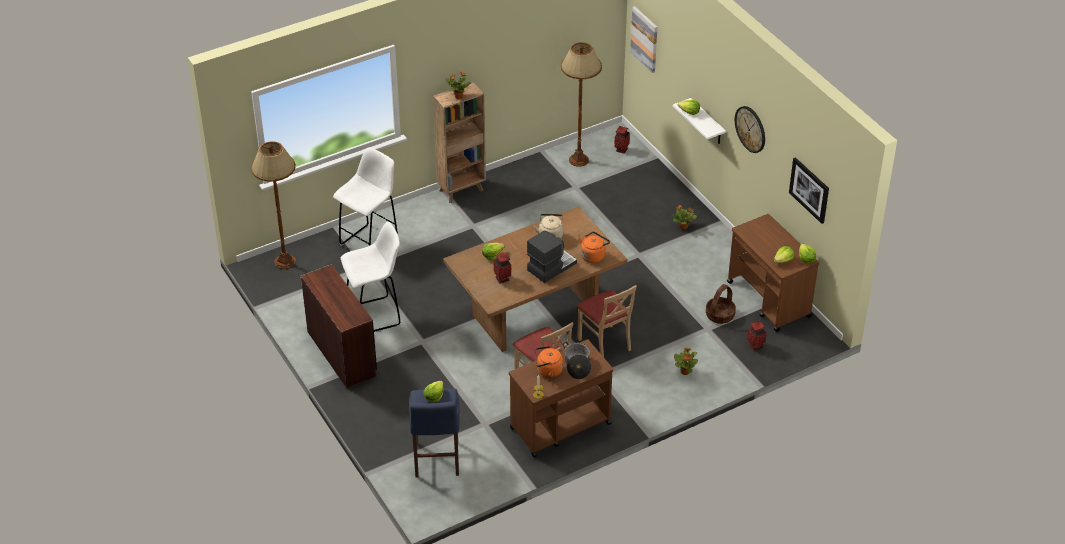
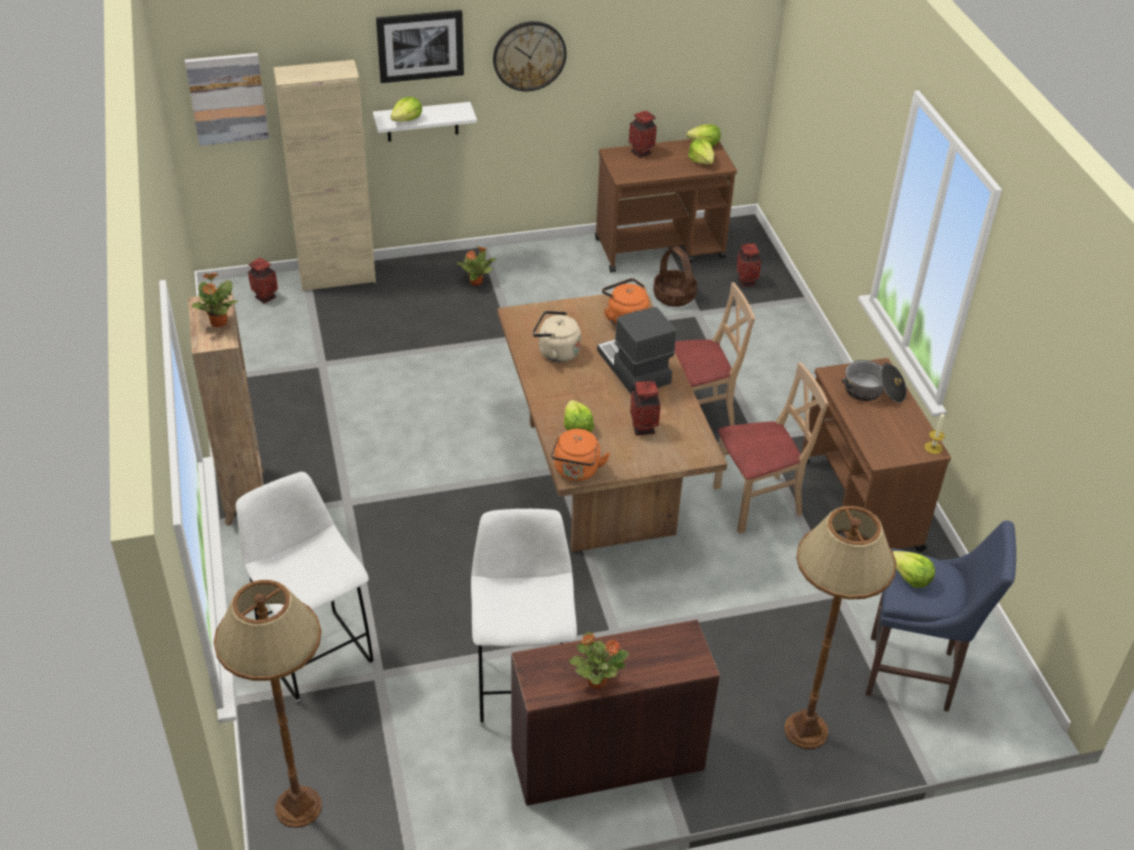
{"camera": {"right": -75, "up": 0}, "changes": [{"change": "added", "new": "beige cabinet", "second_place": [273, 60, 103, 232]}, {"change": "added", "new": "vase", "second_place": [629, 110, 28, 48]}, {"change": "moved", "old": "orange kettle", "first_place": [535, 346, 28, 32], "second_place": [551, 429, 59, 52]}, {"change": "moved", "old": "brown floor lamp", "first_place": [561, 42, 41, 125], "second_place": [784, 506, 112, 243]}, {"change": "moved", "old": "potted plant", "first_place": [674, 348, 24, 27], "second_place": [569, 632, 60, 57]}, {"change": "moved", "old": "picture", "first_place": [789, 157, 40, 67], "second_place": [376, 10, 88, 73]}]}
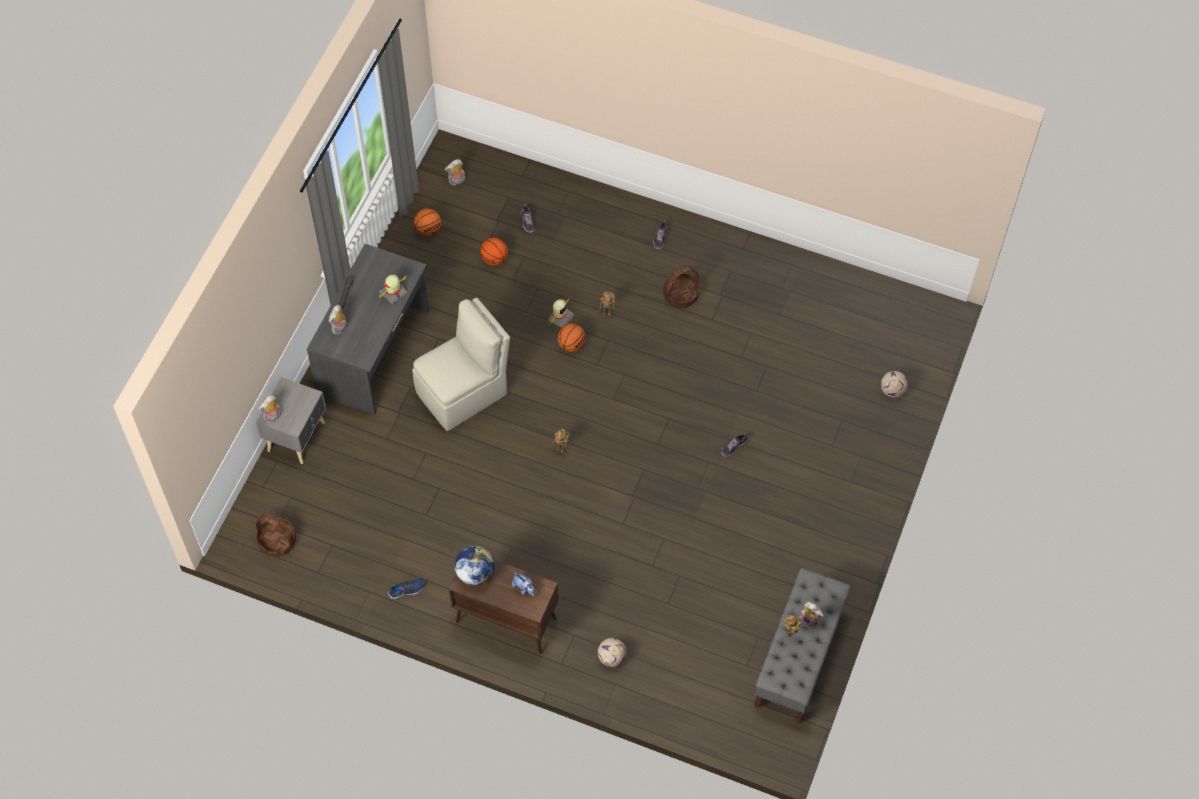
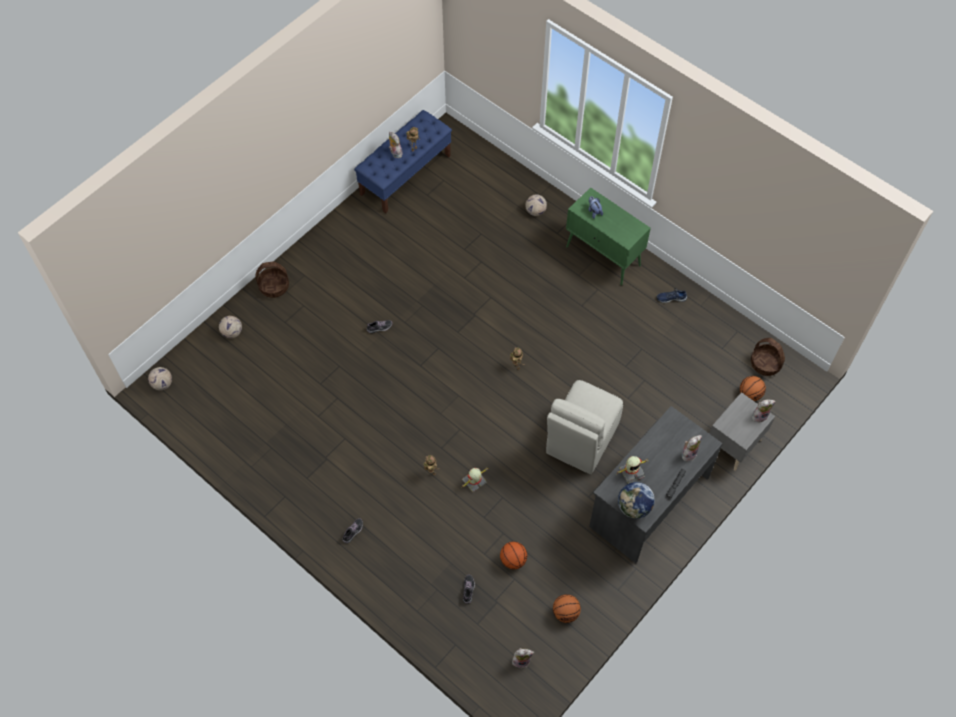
{"camera": {"right": -160, "up": 0}, "changes": [{"change": "added", "new": "football", "second_place": [148, 367, 24, 23]}, {"change": "moved", "old": "globe", "first_place": [455, 545, 40, 41], "second_place": [618, 482, 37, 37]}, {"change": "moved", "old": "basketball", "first_place": [557, 324, 29, 28], "second_place": [740, 376, 26, 25]}, {"change": "moved", "old": "basket", "first_place": [663, 265, 36, 43], "second_place": [256, 261, 33, 37]}, {"change": "recoloured", "old": "brown cabinet", "new": "green cabinet", "first_place": [449, 560, 109, 94], "second_place": [566, 187, 85, 98]}, {"change": "recoloured", "old": "grey bench", "new": "blue bench", "first_place": [754, 568, 97, 155], "second_place": [354, 110, 98, 104]}, {"change": "turned", "old": "beige chair", "first_place": [412, 298, 98, 133], "second_place": [546, 380, 77, 94], "degrees": -45}]}
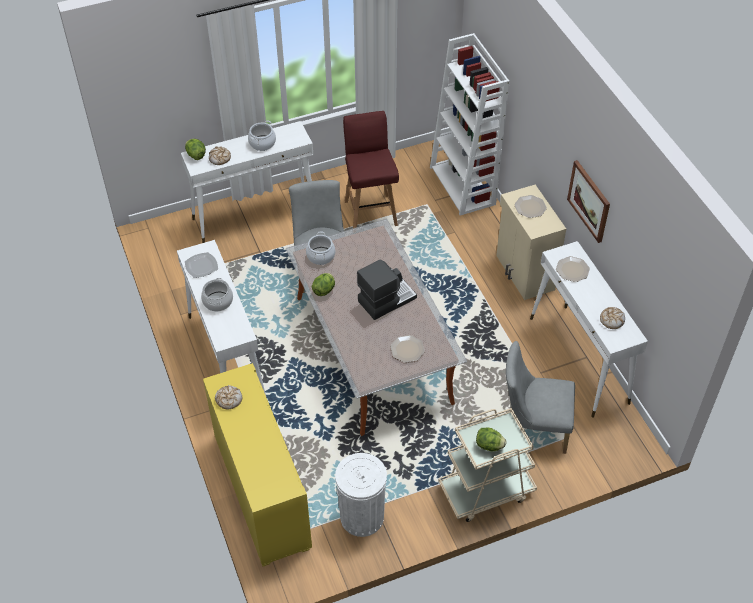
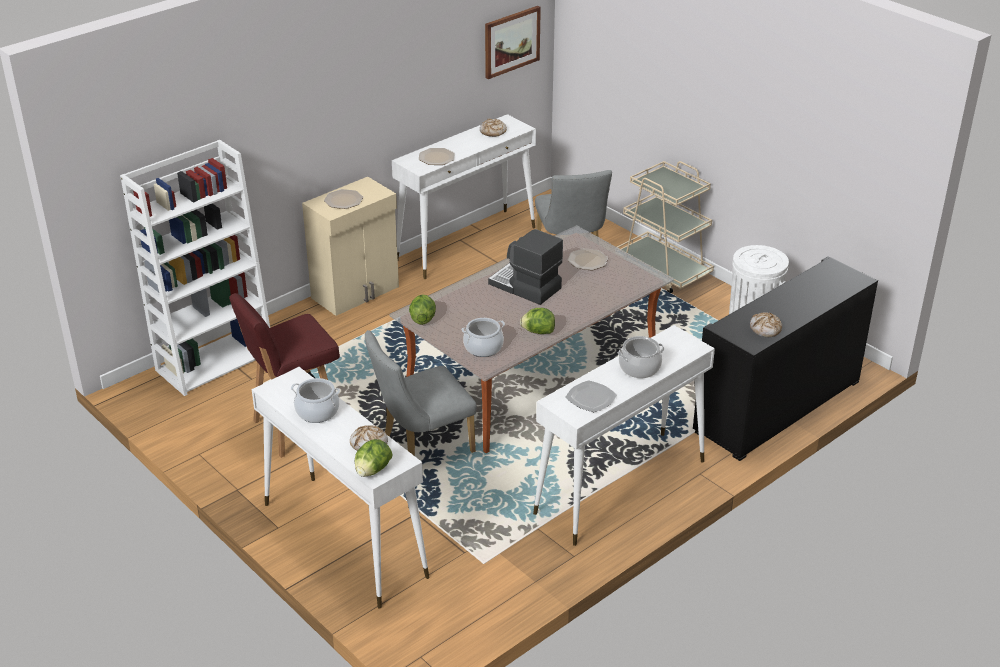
{"camera": {"right": -110, "up": -15}, "changes": [{"change": "moved", "old": "lettuce", "first_place": [476, 428, 30, 23], "second_place": [409, 295, 27, 30]}, {"change": "moved", "old": "picture", "first_place": [567, 160, 43, 83], "second_place": [485, 6, 56, 73]}, {"change": "recoloured", "old": "yellow cabinet", "new": "black cabinet", "first_place": [203, 363, 109, 204], "second_place": [693, 256, 185, 205]}]}
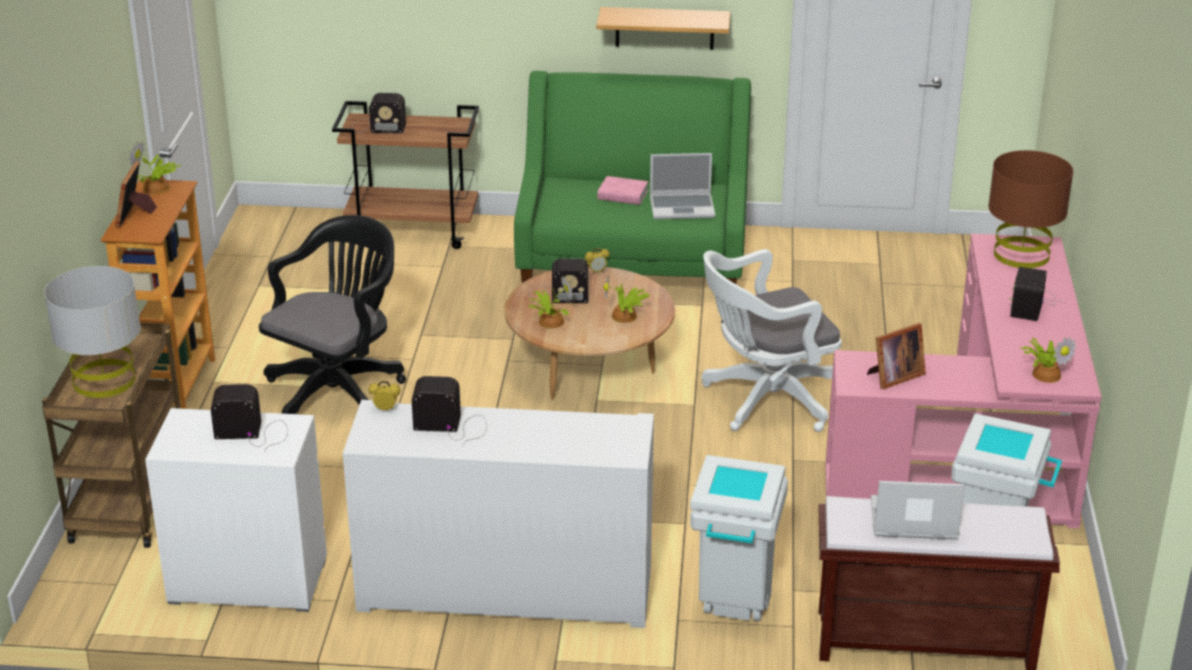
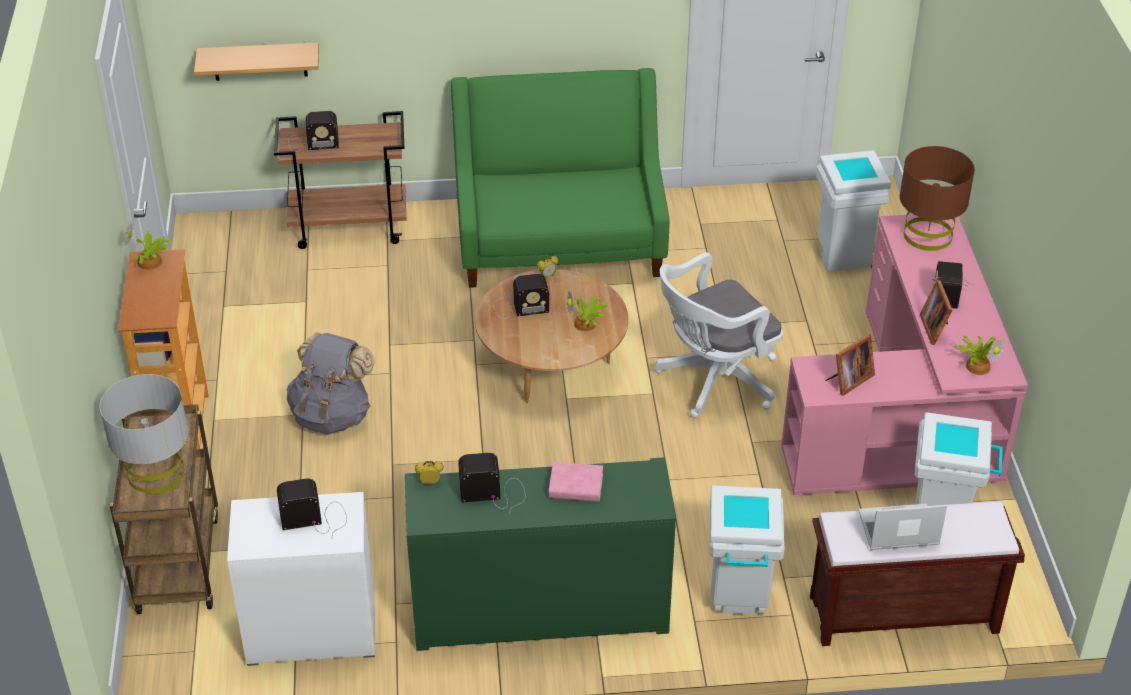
{"camera": {"right": -10, "up": 10}, "changes": [{"change": "removed", "old": "potted plant", "first_place": [529, 276, 44, 52]}, {"change": "removed", "old": "laptop", "first_place": [650, 153, 65, 66]}, {"change": "added", "new": "white trash can", "second_place": [816, 150, 75, 121]}, {"change": "moved", "old": "picture frame", "first_place": [115, 161, 42, 67], "second_place": [920, 280, 33, 65]}, {"change": "moved", "old": "shelf", "first_place": [596, 7, 134, 43], "second_place": [194, 42, 125, 39]}, {"change": "moved", "old": "pink book", "first_place": [597, 176, 51, 29], "second_place": [549, 462, 54, 40]}, {"change": "replaced", "old": "black office chair", "new": "grey backpack", "first_place": [259, 215, 147, 199], "second_place": [287, 332, 88, 103]}, {"change": "recoloured", "old": "white cabinet", "new": "green cabinet", "first_place": [343, 400, 311, 228], "second_place": [405, 457, 271, 194]}]}
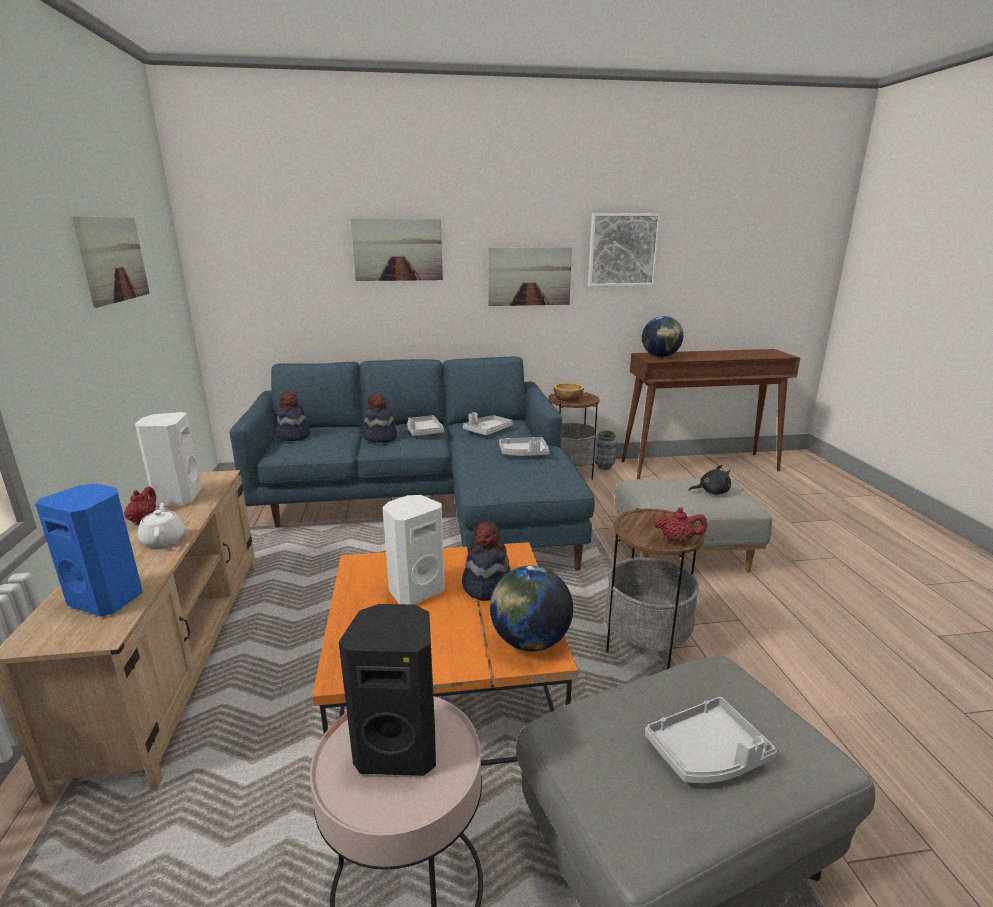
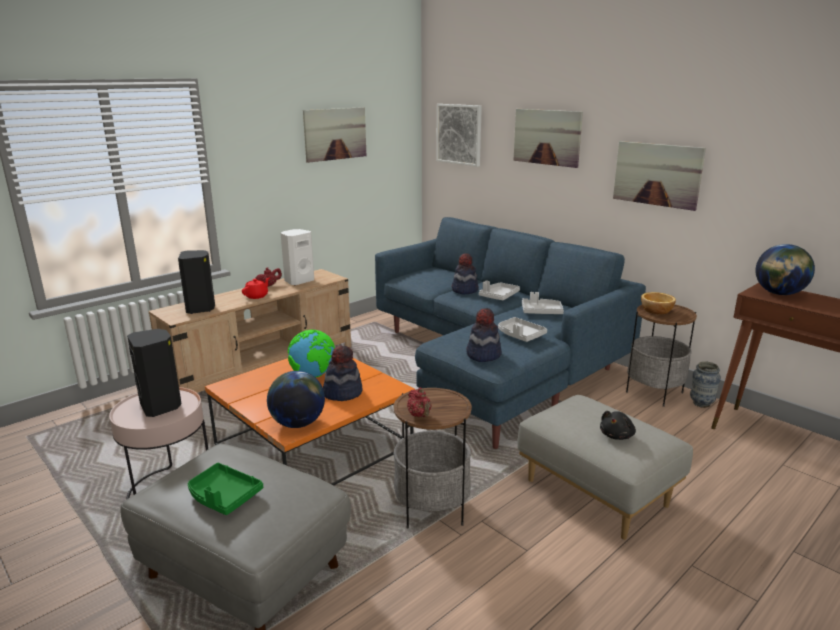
{"camera": {"right": 55, "up": 0}, "changes": [{"change": "moved", "old": "hat", "first_place": [276, 392, 35, 49], "second_place": [466, 308, 36, 54]}, {"change": "moved", "old": "picture", "first_place": [588, 213, 73, 74], "second_place": [436, 104, 46, 63]}, {"change": "replaced", "old": "white speaker", "new": "globe", "first_place": [382, 495, 63, 110], "second_place": [288, 330, 47, 48]}, {"change": "recoloured", "old": "blue speaker", "new": "black speaker", "first_place": [35, 484, 108, 133], "second_place": [178, 250, 37, 64]}, {"change": "recoloured", "old": "white teapot", "new": "red teapot", "first_place": [138, 503, 47, 44], "second_place": [242, 277, 28, 22]}, {"change": "recoloured", "old": "grey tray", "new": "green tray", "first_place": [645, 697, 132, 86], "second_place": [188, 463, 75, 52]}, {"change": "turned", "old": "black plush toy", "first_place": [689, 465, 42, 30], "second_place": [600, 411, 36, 29], "degrees": 75}]}
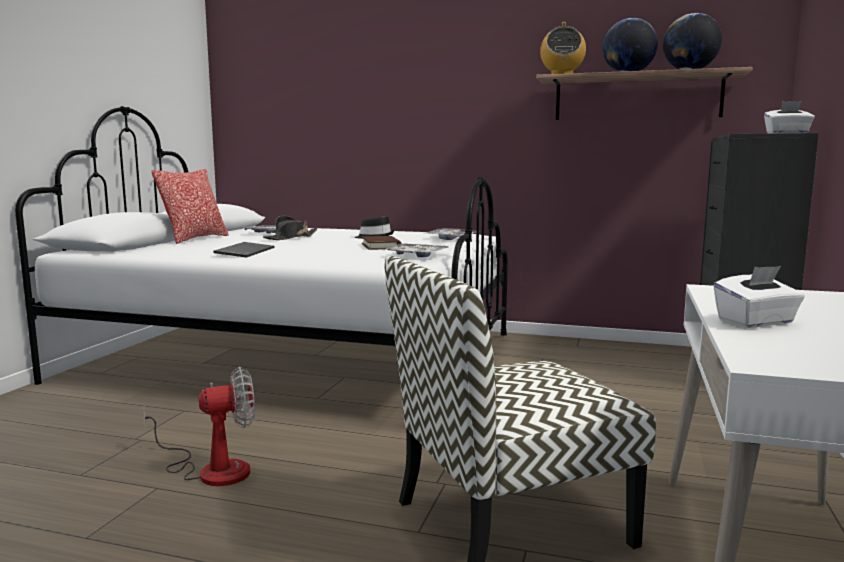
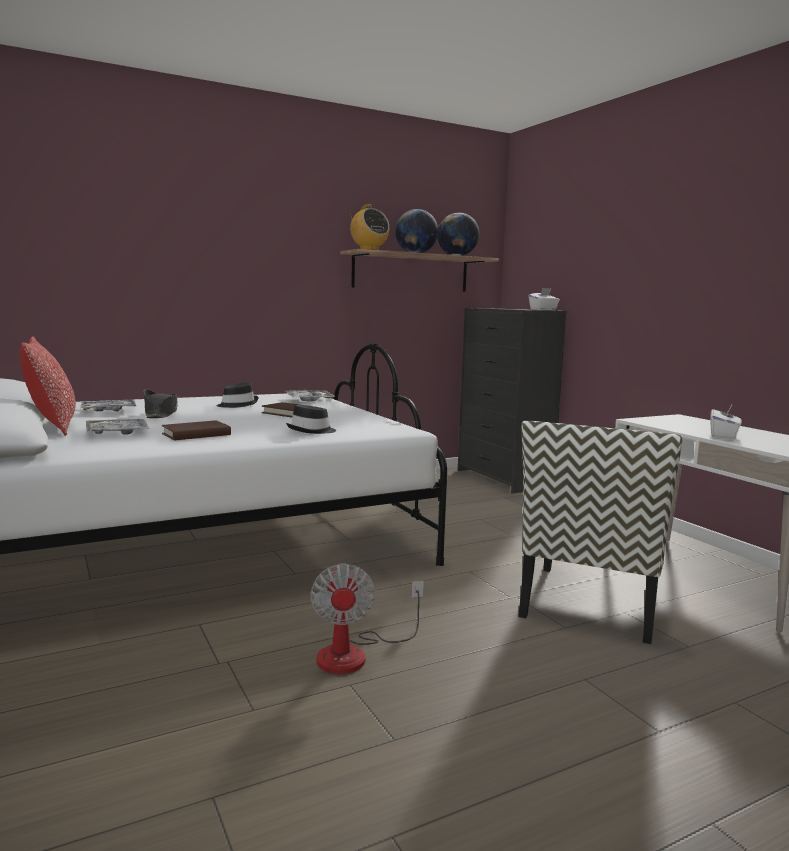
{"camera": {"right": -45, "up": 0}, "changes": [{"change": "added", "new": "black hat", "second_place": [286, 405, 50, 29]}, {"change": "moved", "old": "tray", "first_place": [385, 243, 63, 14], "second_place": [86, 419, 63, 16]}, {"change": "replaced", "old": "keyboard", "new": "brown book", "first_place": [213, 242, 61, 16], "second_place": [162, 420, 69, 20]}, {"change": "turned", "old": "fan", "first_place": [144, 367, 111, 119], "second_place": [310, 564, 114, 110], "degrees": 150}]}
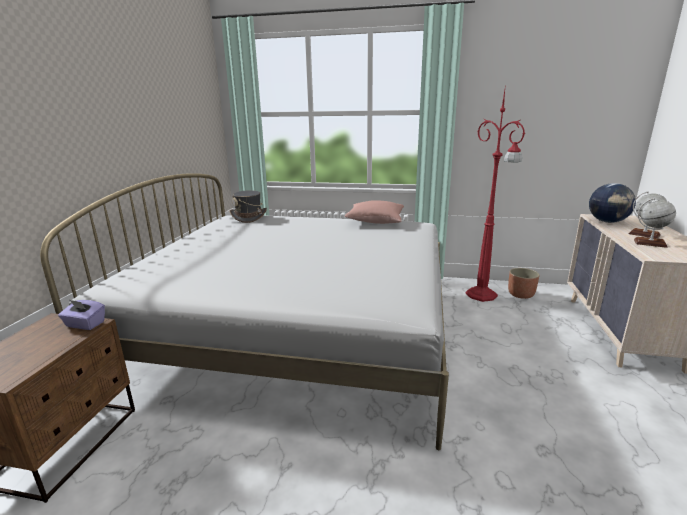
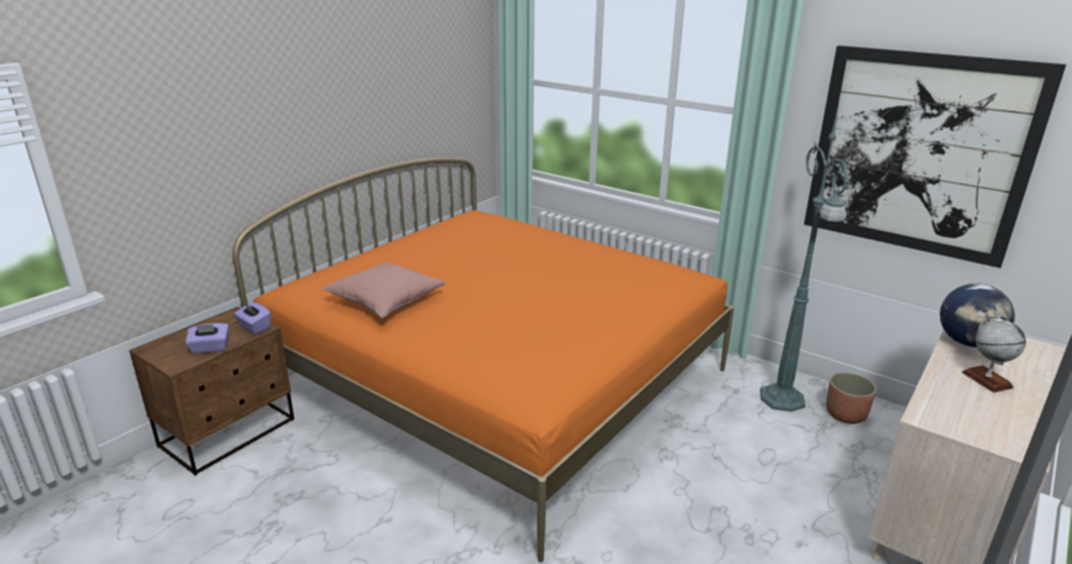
{"camera": {"right": 25, "up": 5}, "changes": [{"change": "removed", "old": "grey hat", "first_place": [229, 190, 38, 33]}, {"change": "removed", "old": "globe", "first_place": [634, 198, 42, 50]}, {"change": "added", "new": "purple tissue box", "second_place": [186, 323, 43, 31]}, {"change": "added", "new": "picture", "second_place": [804, 46, 262, 222]}, {"change": "moved", "old": "pink pillow", "first_place": [344, 200, 60, 24], "second_place": [322, 262, 123, 56]}, {"change": "recoloured", "old": "white bed", "new": "orange bed", "first_place": [40, 173, 409, 277], "second_place": [233, 158, 501, 404]}, {"change": "recoloured", "old": "red floor lamp", "new": "green floor lamp", "first_place": [465, 84, 60, 218], "second_place": [760, 103, 88, 309]}]}
